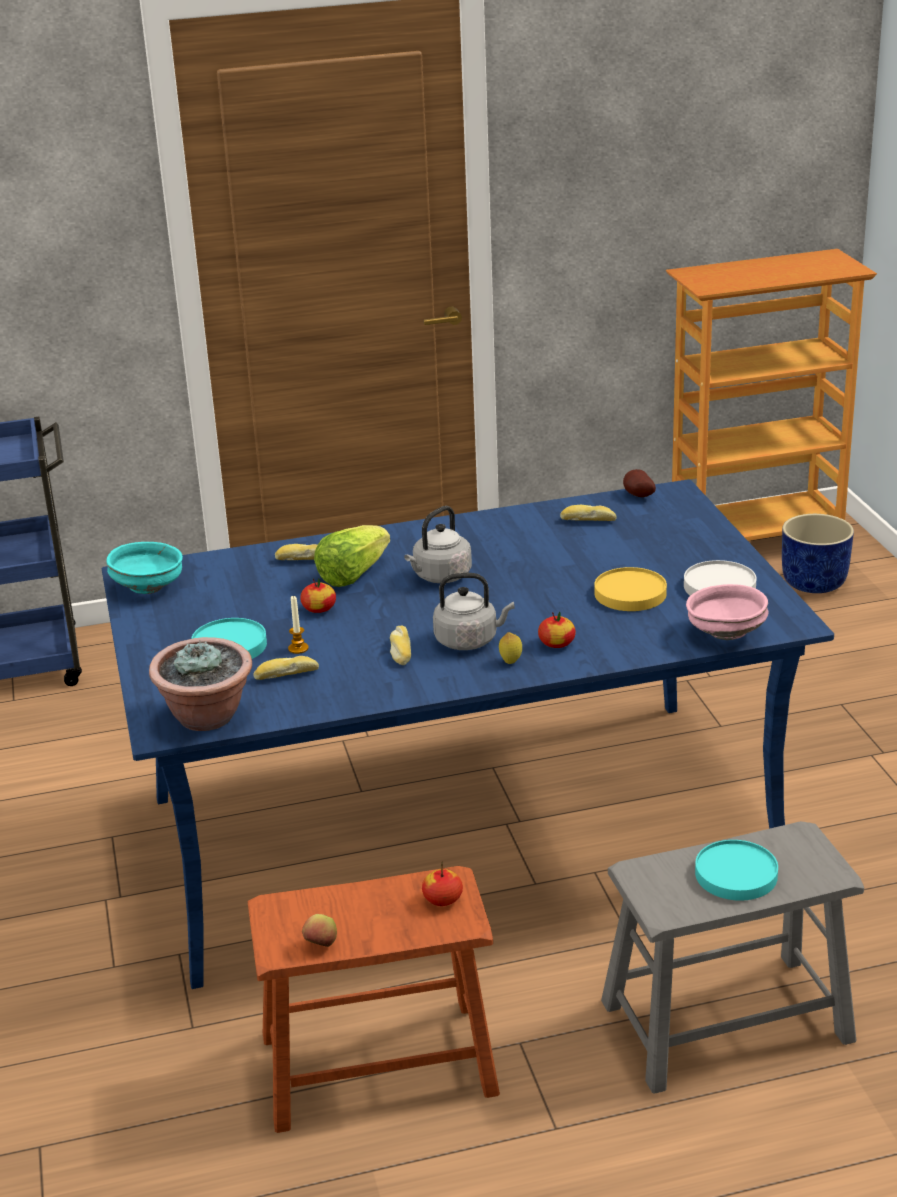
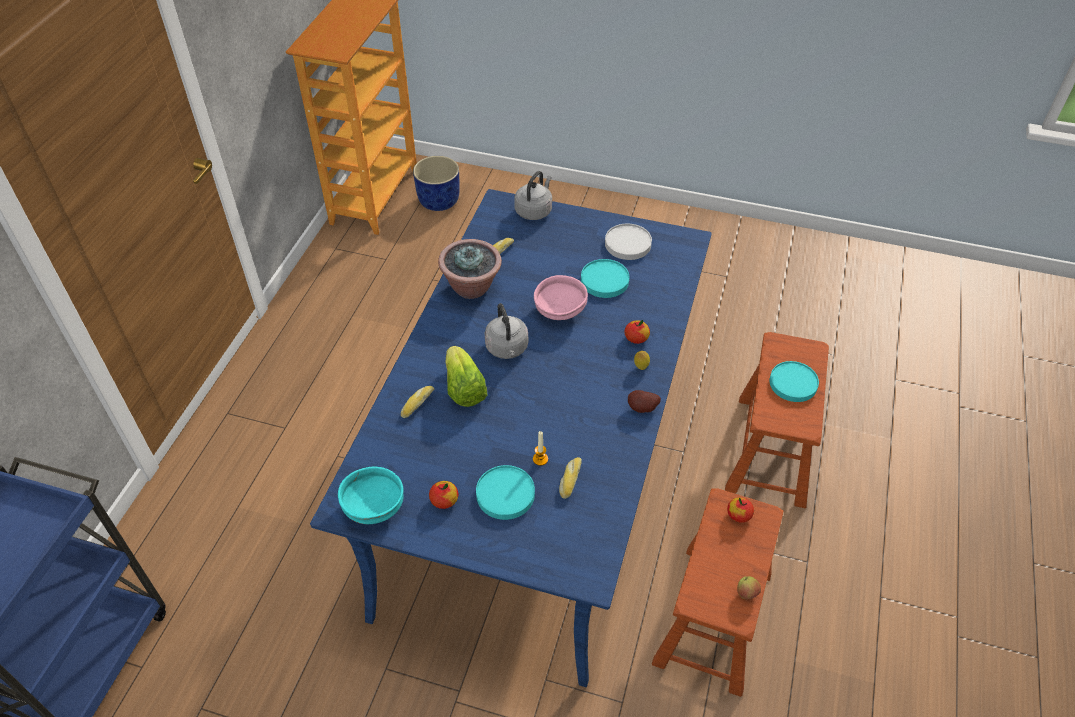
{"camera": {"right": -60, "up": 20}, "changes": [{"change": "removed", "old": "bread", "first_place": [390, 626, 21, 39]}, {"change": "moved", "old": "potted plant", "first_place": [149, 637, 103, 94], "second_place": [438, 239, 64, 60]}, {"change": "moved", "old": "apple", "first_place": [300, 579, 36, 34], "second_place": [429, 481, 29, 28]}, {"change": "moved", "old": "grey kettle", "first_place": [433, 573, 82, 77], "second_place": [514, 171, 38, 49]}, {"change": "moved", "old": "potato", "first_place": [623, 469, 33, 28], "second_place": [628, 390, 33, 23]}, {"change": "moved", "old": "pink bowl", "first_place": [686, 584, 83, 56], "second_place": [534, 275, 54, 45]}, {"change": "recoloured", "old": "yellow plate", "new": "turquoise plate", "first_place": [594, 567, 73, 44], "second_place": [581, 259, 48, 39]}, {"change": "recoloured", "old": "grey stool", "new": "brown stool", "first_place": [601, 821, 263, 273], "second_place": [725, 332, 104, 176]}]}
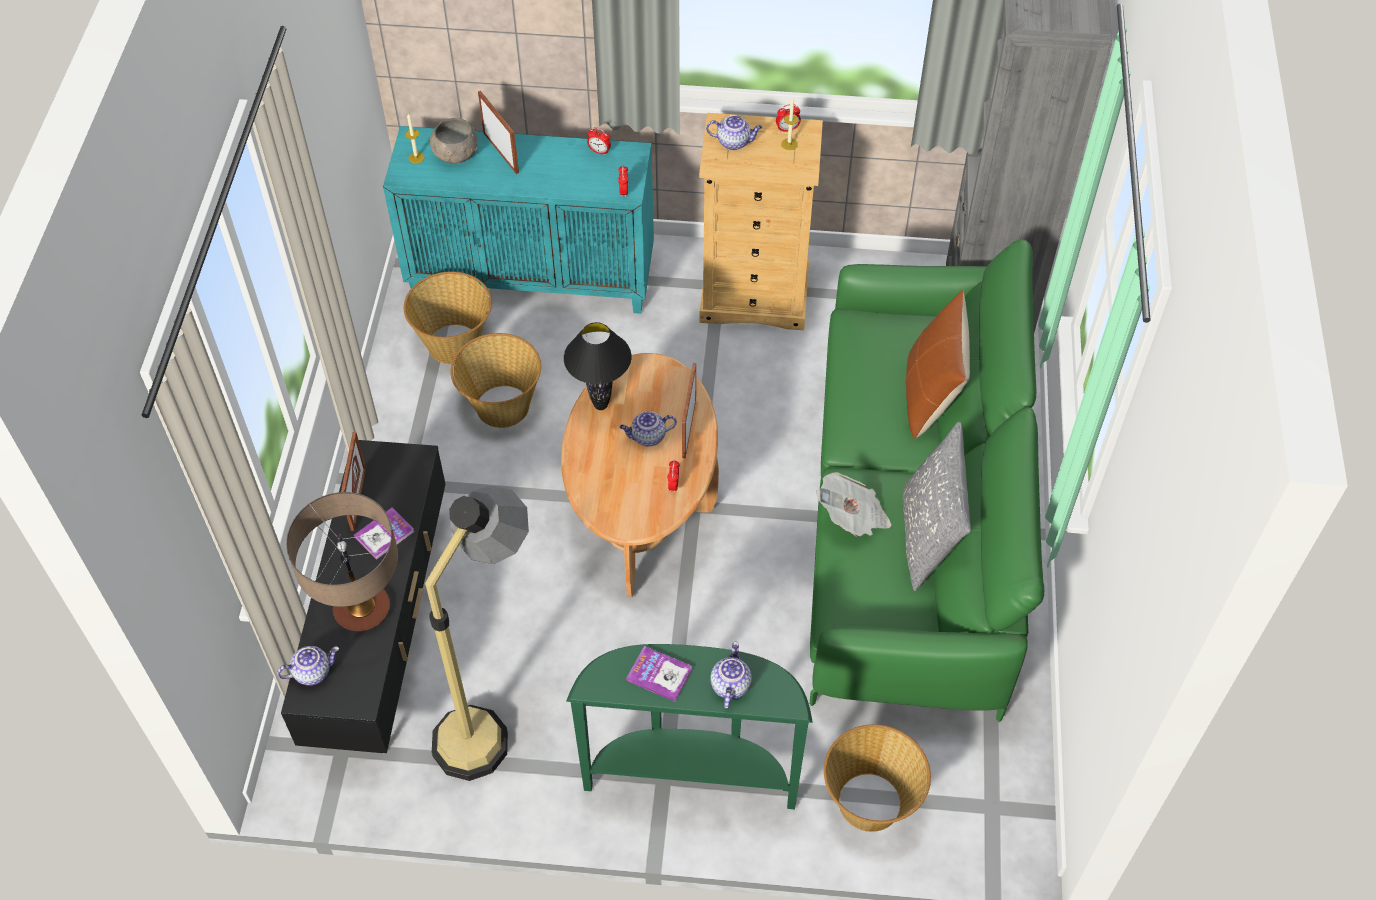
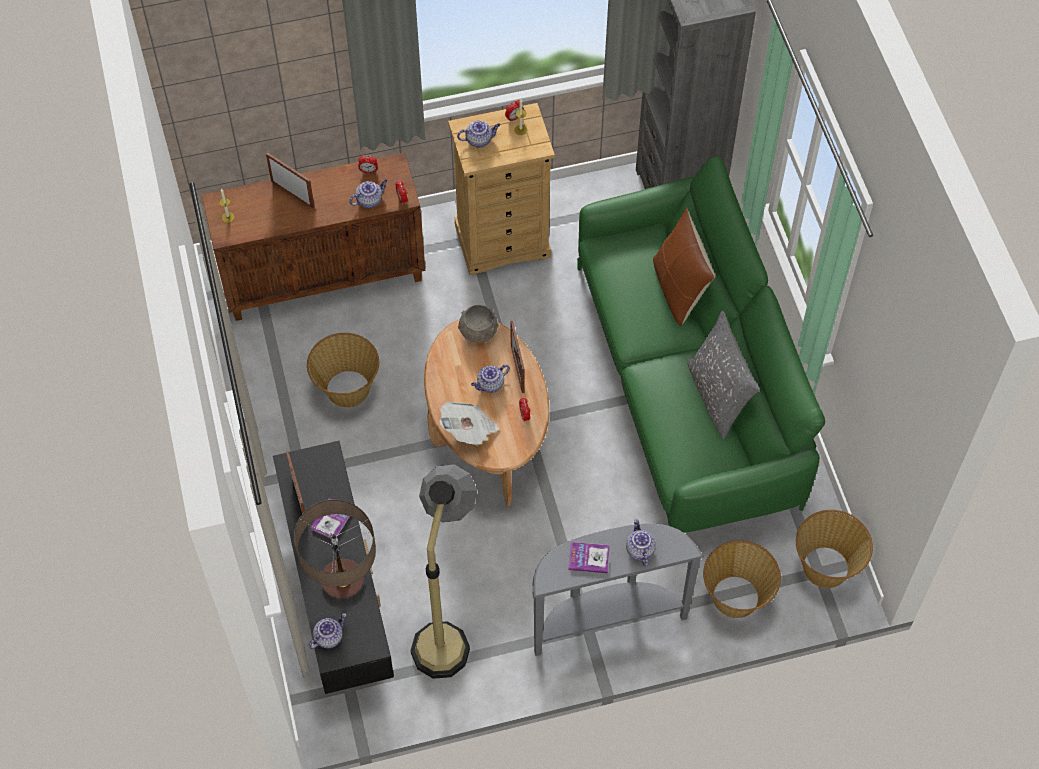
{"camera": {"right": -20, "up": 5}, "changes": [{"change": "removed", "old": "black table lamp", "first_place": [564, 322, 68, 88]}, {"change": "added", "new": "teapot", "second_place": [349, 179, 38, 29]}, {"change": "moved", "old": "basket", "first_place": [404, 271, 88, 93], "second_place": [796, 510, 77, 78]}, {"change": "moved", "old": "grey bowl", "first_place": [430, 118, 48, 46], "second_place": [458, 305, 41, 38]}, {"change": "moved", "old": "newspaper", "first_place": [816, 472, 75, 65], "second_place": [439, 401, 60, 45]}, {"change": "recoloured", "old": "turquoise cabinet", "new": "brown cabinet", "first_place": [383, 126, 271, 188], "second_place": [202, 152, 223, 169]}, {"change": "recoloured", "old": "green console table", "new": "grey console table", "first_place": [566, 644, 247, 165], "second_place": [532, 524, 172, 132]}]}
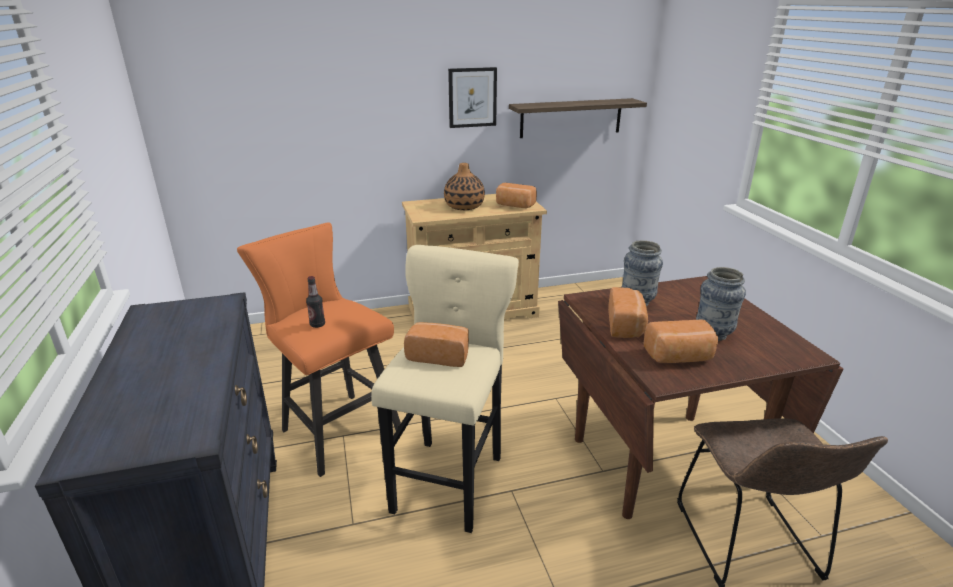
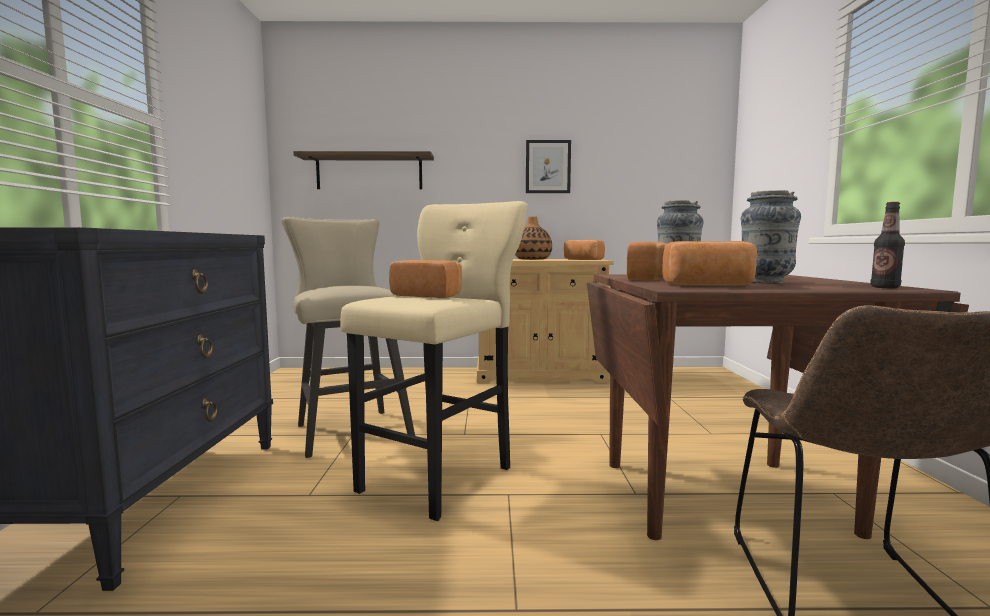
{"camera": {"right": 15, "up": -20}, "changes": [{"change": "moved", "old": "bottle", "first_place": [306, 276, 19, 52], "second_place": [871, 202, 34, 86]}, {"change": "moved", "old": "shelf", "first_place": [509, 98, 138, 40], "second_place": [293, 151, 141, 38]}, {"change": "recoloured", "old": "orange stool", "new": "beige stool", "first_place": [237, 222, 164, 255], "second_place": [281, 217, 134, 241]}]}
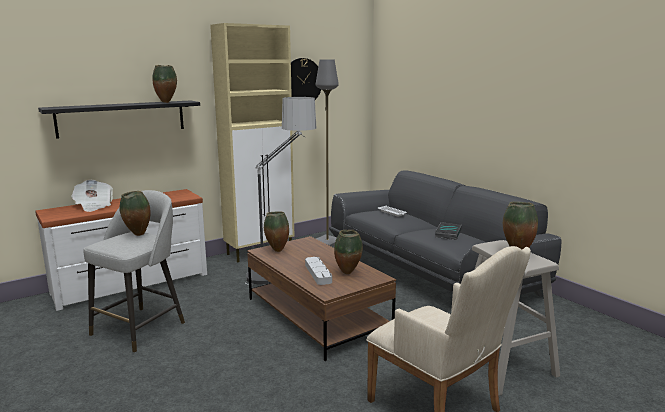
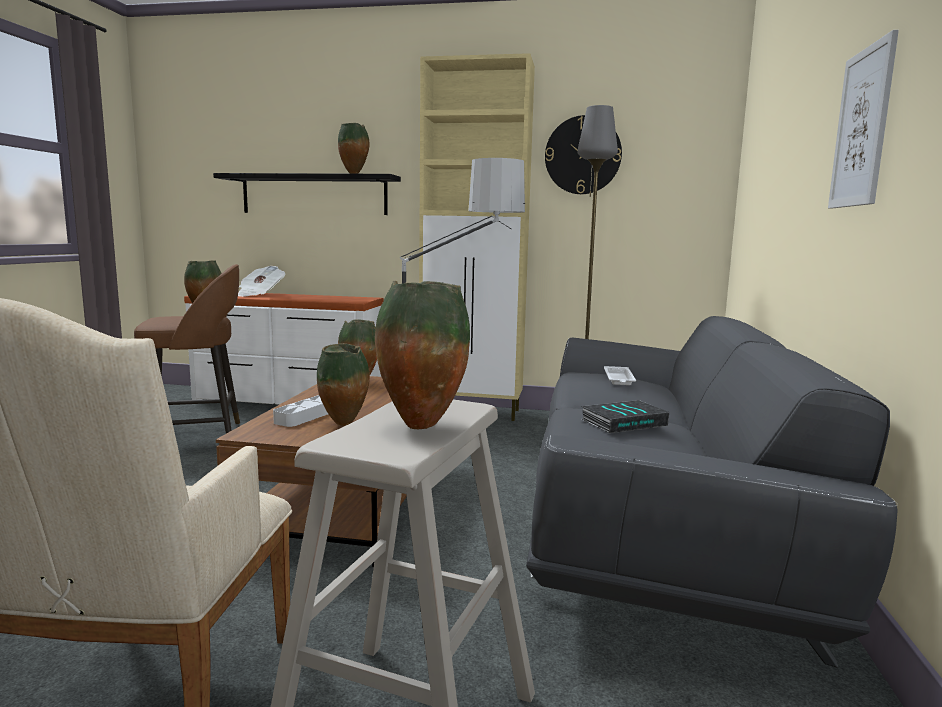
{"camera": {"right": 45, "up": -5}, "changes": [{"change": "added", "new": "picture", "second_place": [828, 30, 71, 178]}, {"change": "recoloured", "old": "grey stool", "new": "brown stool", "first_place": [83, 190, 102, 162], "second_place": [134, 264, 106, 170]}]}
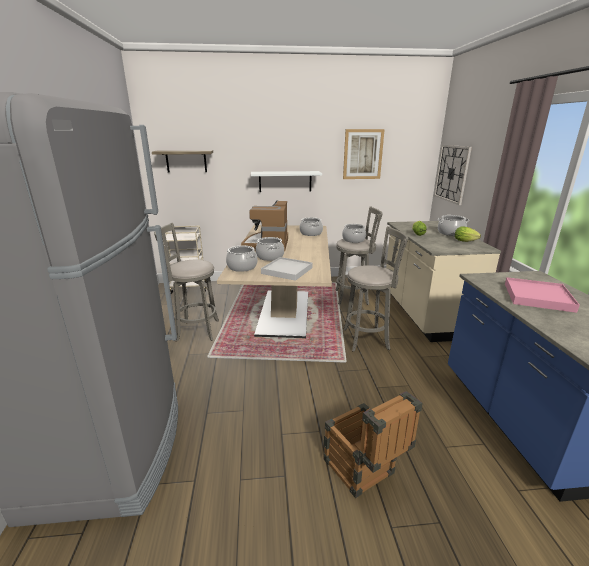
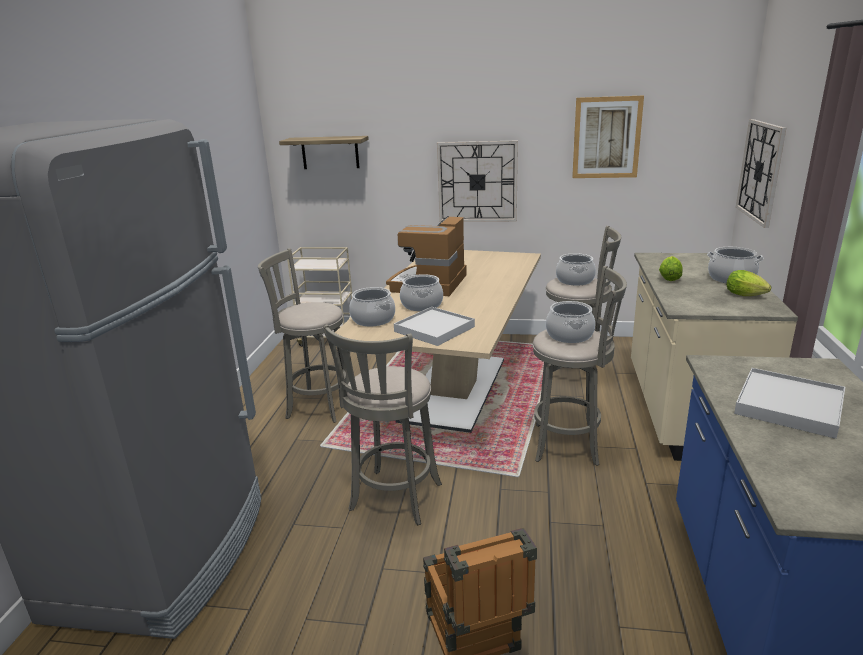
{"camera": {"right": 15, "up": 0}, "changes": [{"change": "added", "new": "grey stool", "second_place": [323, 324, 119, 201]}, {"change": "moved", "old": "cooking pot", "first_place": [300, 217, 23, 19], "second_place": [546, 301, 49, 42]}, {"change": "replaced", "old": "white shelf", "new": "wall clock", "first_place": [251, 171, 71, 21], "second_place": [437, 140, 81, 82]}, {"change": "recoloured", "old": "pink tray", "new": "white tray", "first_place": [505, 277, 75, 36], "second_place": [734, 368, 111, 71]}]}
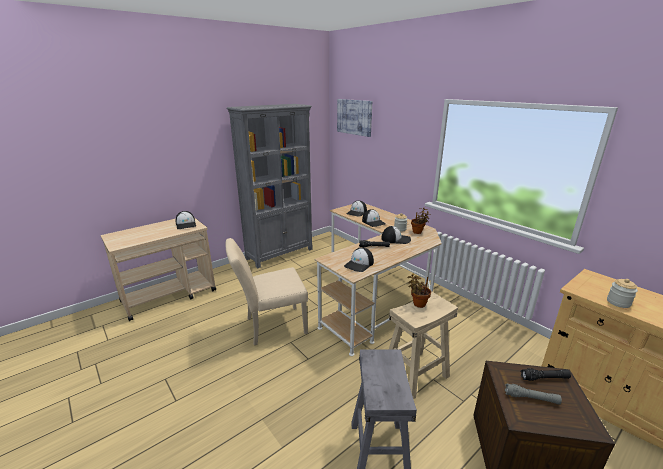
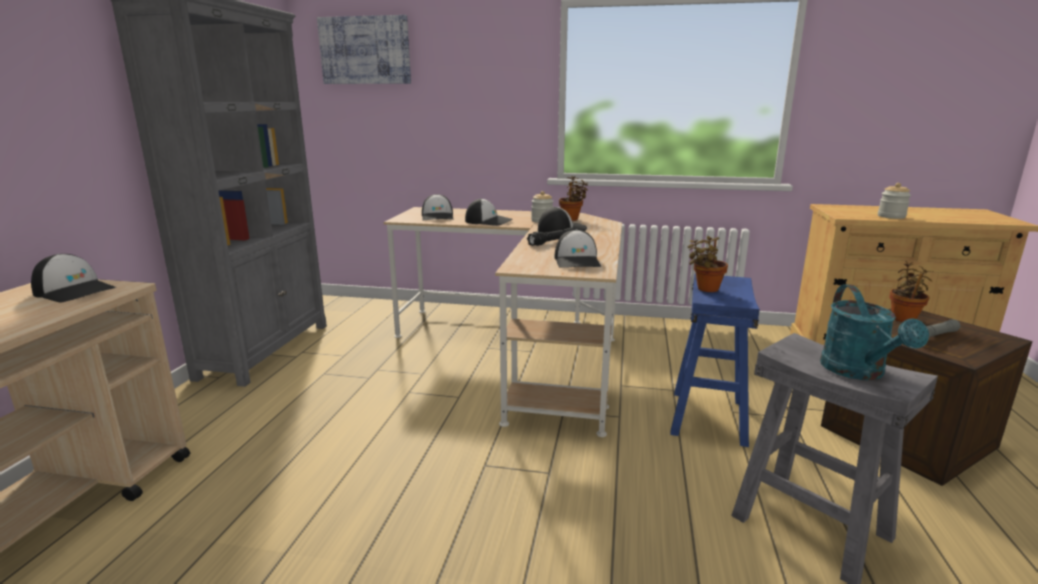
{"camera": {"right": -40, "up": -5}, "changes": [{"change": "removed", "old": "beige chair", "first_place": [226, 238, 82, 108]}, {"change": "added", "new": "turquoise watering can", "second_place": [820, 285, 109, 95]}, {"change": "replaced", "old": "black flashlight", "new": "potted plant", "first_place": [521, 368, 50, 13], "second_place": [889, 261, 45, 61]}, {"change": "recoloured", "old": "beige stool", "new": "blue stool", "first_place": [389, 292, 69, 107], "second_place": [670, 273, 90, 174]}]}
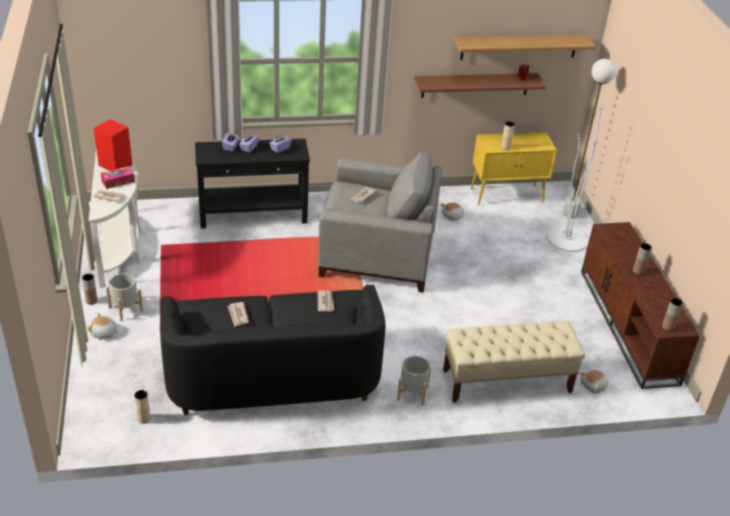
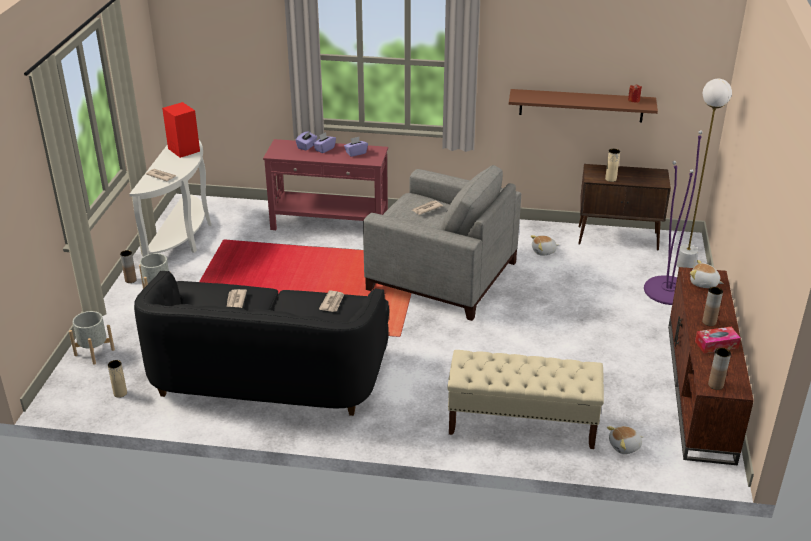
{"camera": {"right": 20, "up": -5}, "changes": [{"change": "removed", "old": "shelf", "first_place": [454, 35, 141, 25]}, {"change": "moved", "old": "plush toy", "first_place": [86, 312, 33, 27], "second_place": [690, 260, 34, 28]}, {"change": "moved", "old": "tissue box", "first_place": [100, 166, 35, 23], "second_place": [695, 327, 46, 26]}, {"change": "moved", "old": "grey planter", "first_place": [397, 356, 34, 50], "second_place": [69, 311, 46, 54]}, {"change": "recoloured", "old": "black console table", "new": "red console table", "first_place": [195, 139, 115, 90], "second_place": [263, 139, 125, 91]}, {"change": "recoloured", "old": "yellow cabinet", "new": "brown cabinet", "first_place": [471, 132, 86, 73], "second_place": [578, 164, 93, 87]}, {"change": "recoloured", "old": "white floor lamp", "new": "purple floor lamp", "first_place": [547, 107, 56, 145], "second_place": [644, 130, 58, 175]}]}
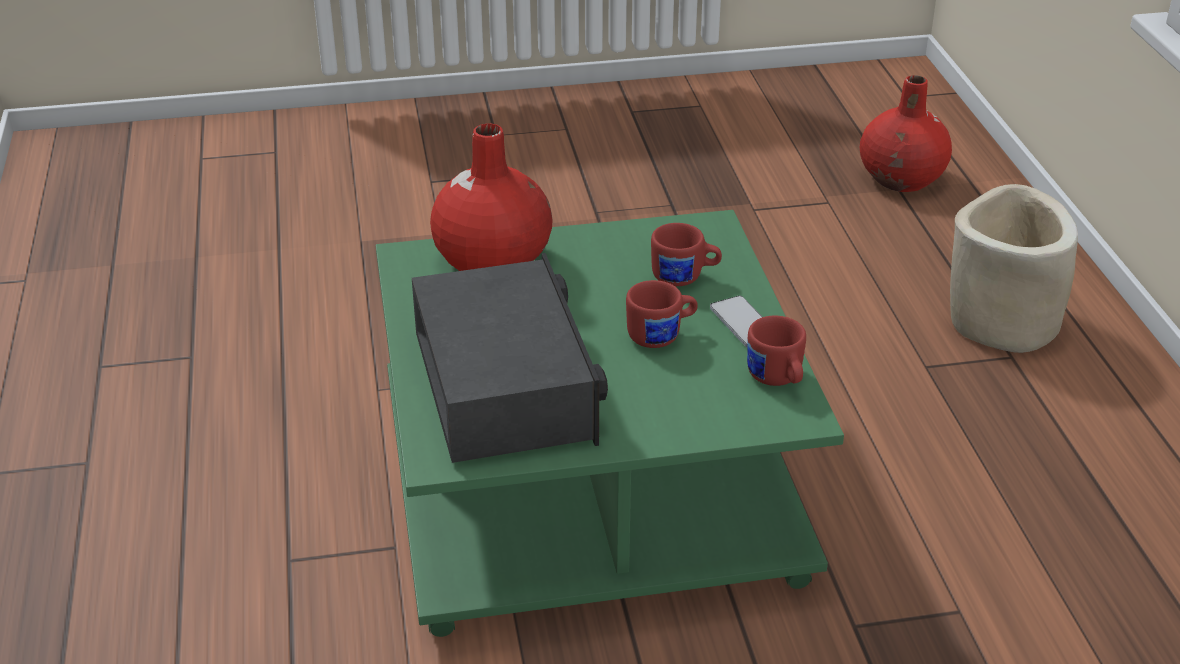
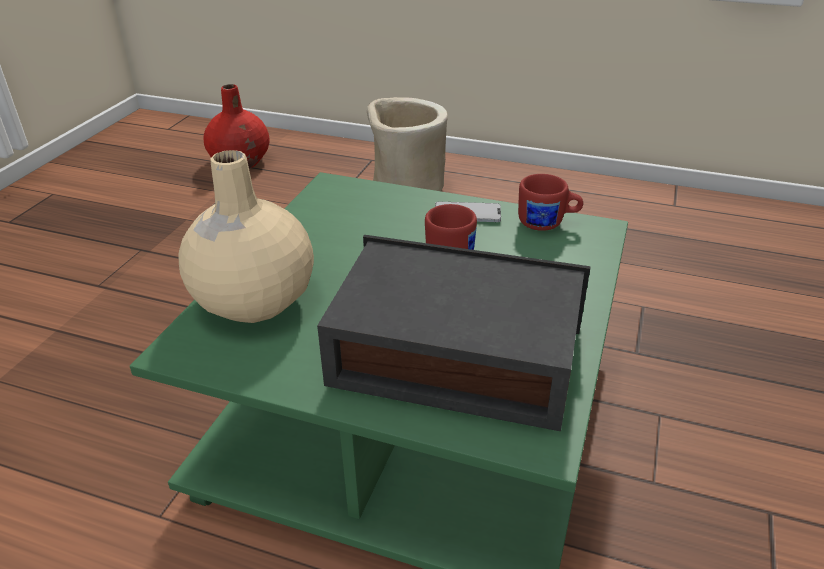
{"camera": {"right": -60, "up": 0}, "changes": [{"change": "removed", "old": "red mug", "first_place": [651, 223, 71, 63]}, {"change": "recoloured", "old": "red vase", "new": "beige vase", "first_place": [430, 123, 123, 148], "second_place": [178, 150, 136, 173]}]}
